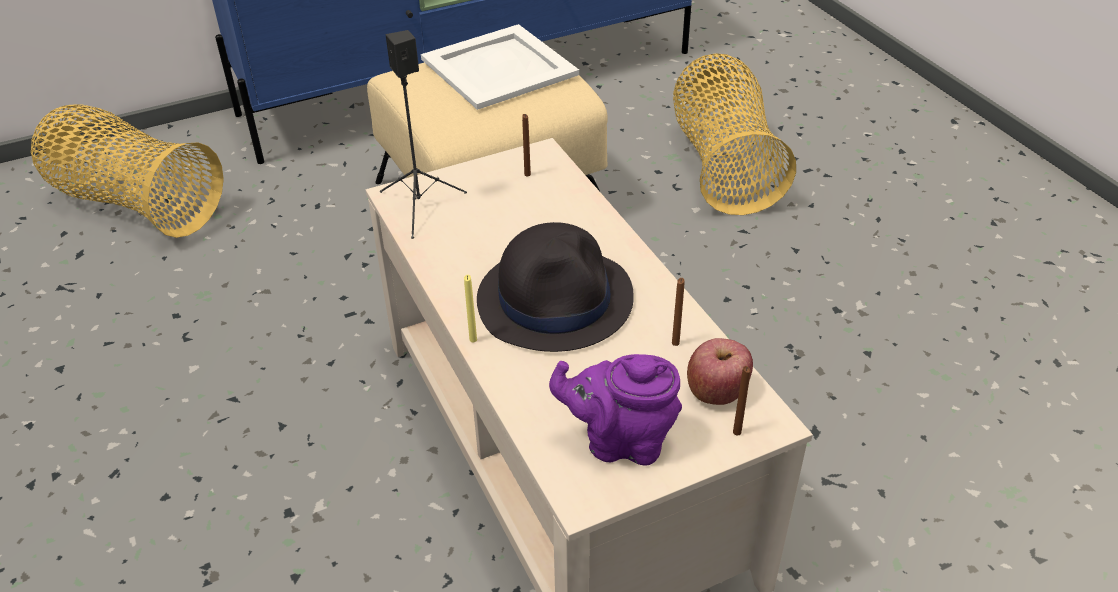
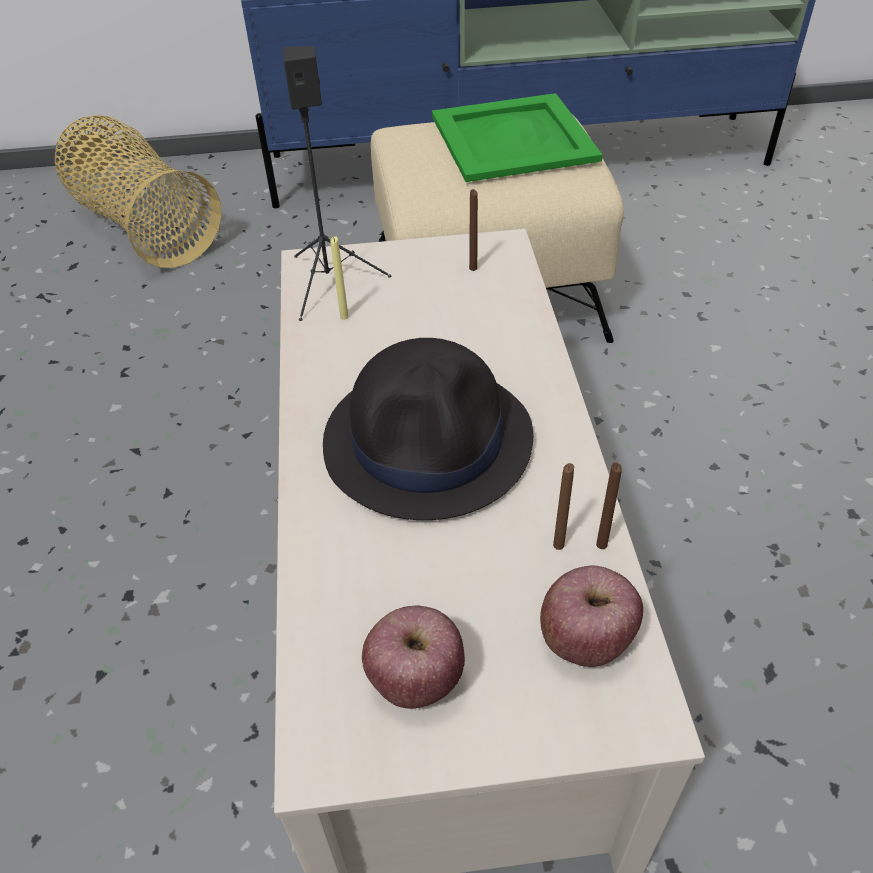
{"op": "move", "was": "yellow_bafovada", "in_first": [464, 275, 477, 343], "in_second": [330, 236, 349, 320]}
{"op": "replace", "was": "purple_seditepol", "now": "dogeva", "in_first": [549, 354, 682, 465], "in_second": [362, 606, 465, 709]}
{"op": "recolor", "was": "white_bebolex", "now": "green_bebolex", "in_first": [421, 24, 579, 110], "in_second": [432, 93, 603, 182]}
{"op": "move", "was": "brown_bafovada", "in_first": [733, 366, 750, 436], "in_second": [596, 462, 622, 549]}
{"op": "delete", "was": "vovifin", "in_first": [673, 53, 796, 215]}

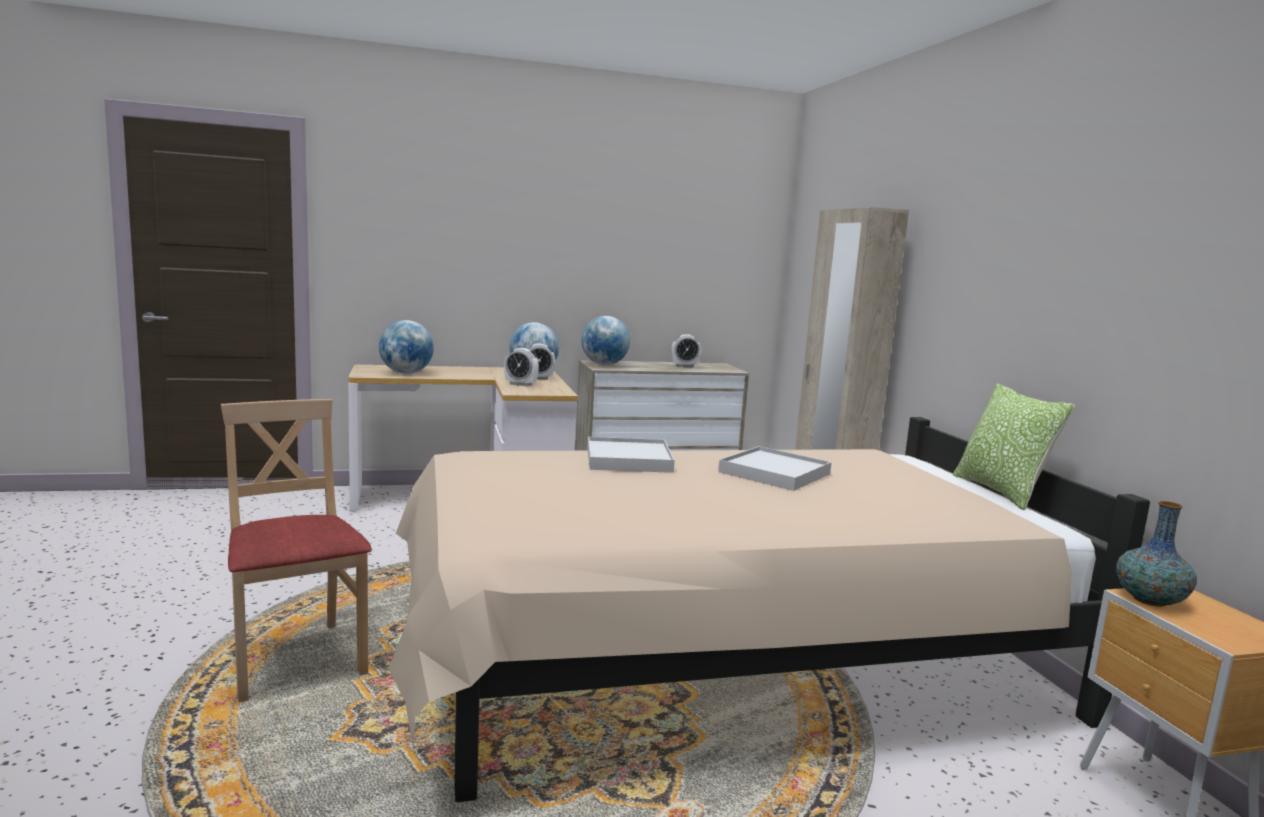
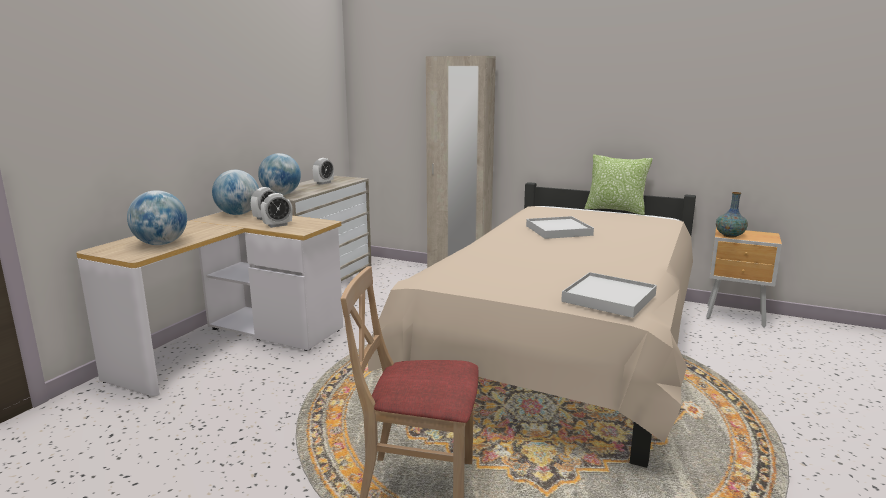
{"op": "move", "was": "white_bebolex", "in_first": [588, 437, 675, 473], "in_second": [561, 272, 657, 318]}

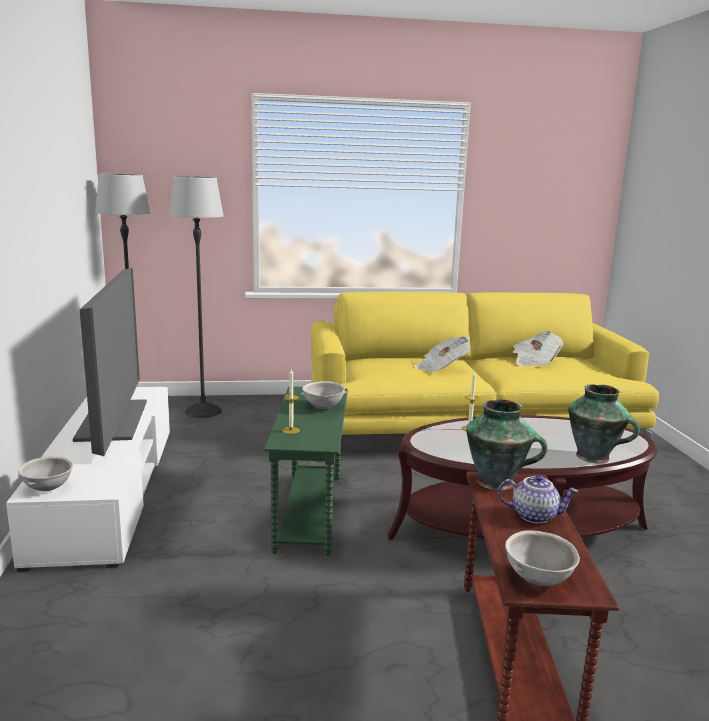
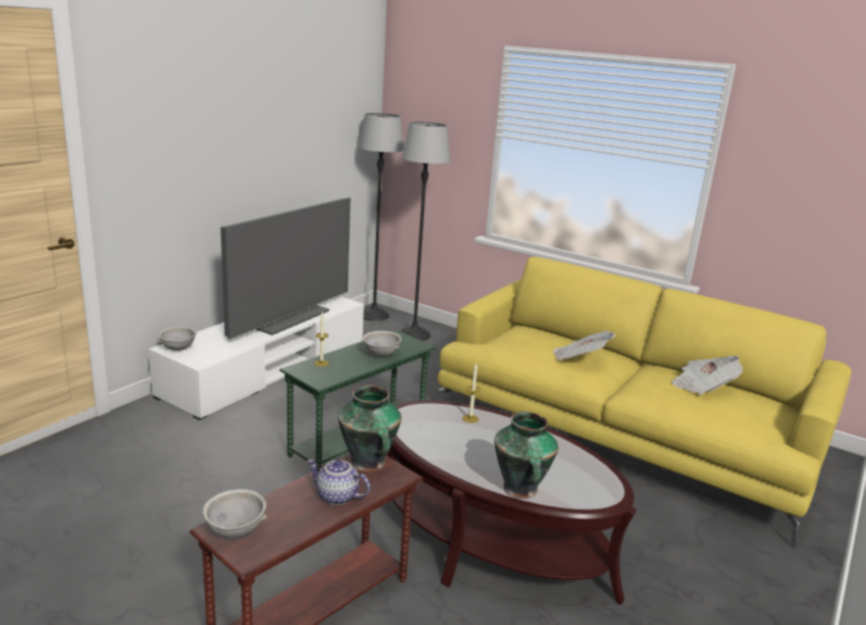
{"op": "rotate", "was": "seditepol", "in_first": [498, 474, 578, 524], "in_second": [307, 459, 370, 505], "clockwise": 150}

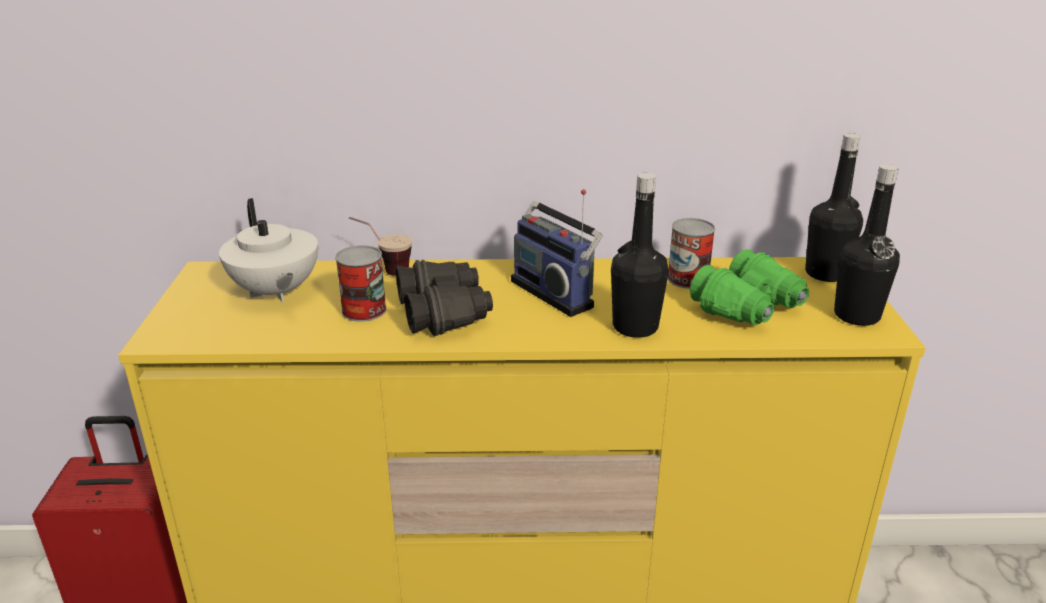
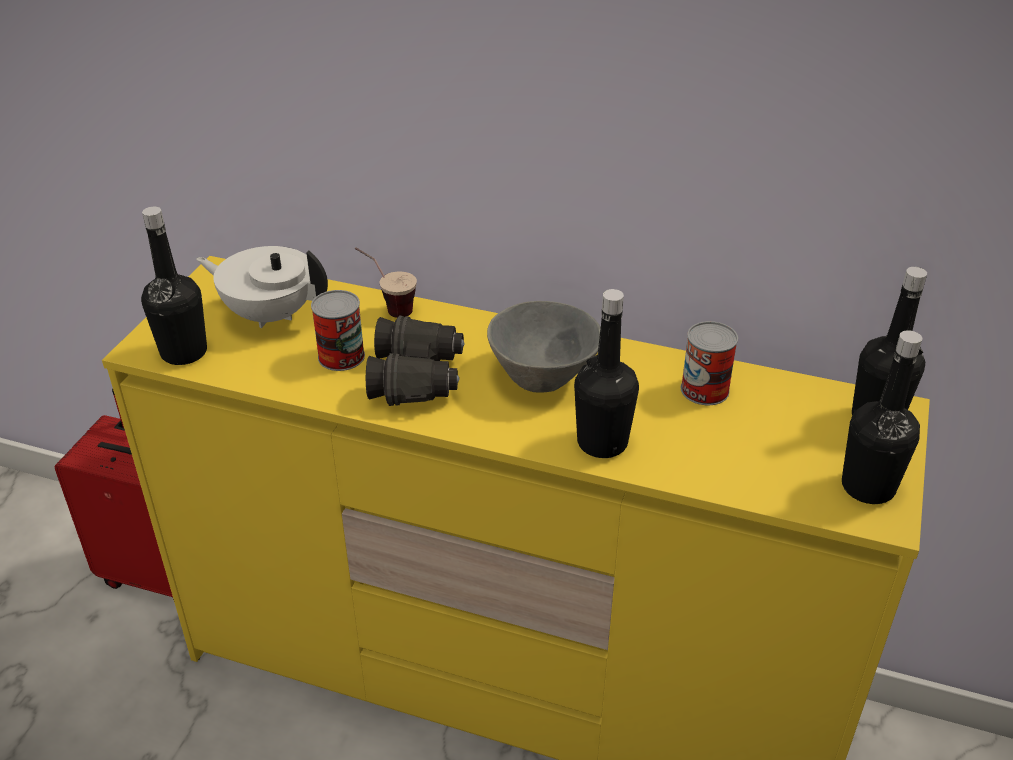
{"op": "insert", "now": "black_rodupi", "in_second": [141, 207, 207, 365]}
{"op": "rotate", "was": "white_seditepol", "in_first": [219, 198, 318, 302], "in_second": [196, 246, 328, 328], "clockwise": 120}
{"op": "replace", "was": "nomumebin", "now": "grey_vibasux", "in_first": [511, 189, 603, 317], "in_second": [487, 301, 601, 393]}
{"op": "delete", "was": "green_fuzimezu", "in_first": [690, 249, 809, 325]}

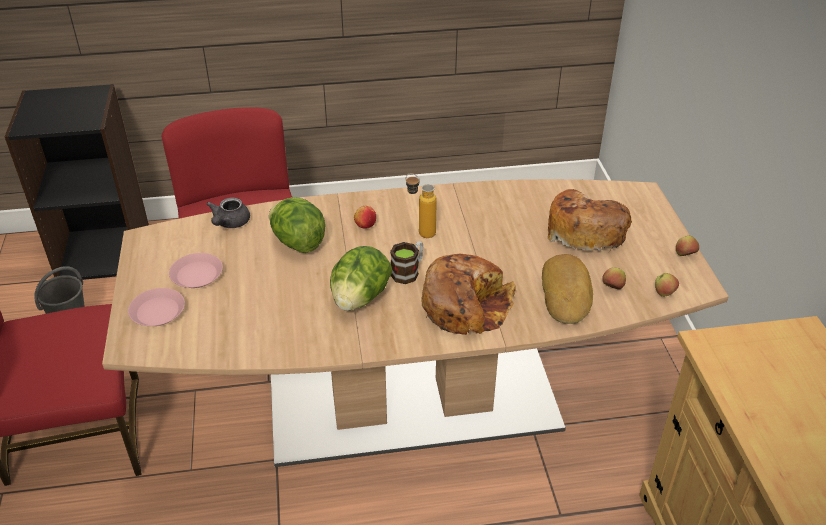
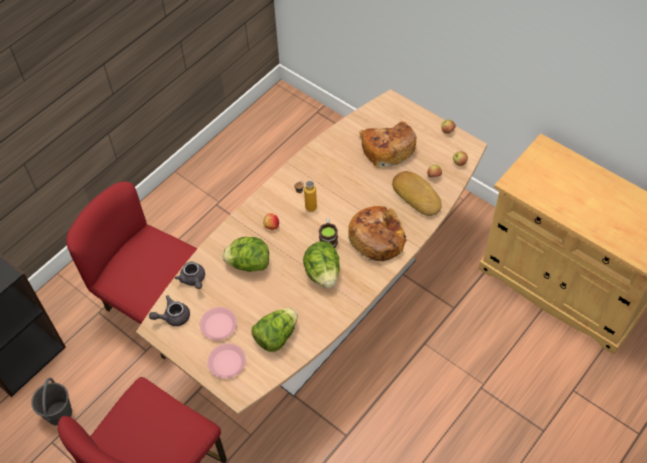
{"op": "insert", "now": "grey_seditepol", "in_second": [149, 295, 190, 326]}
{"op": "insert", "now": "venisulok", "in_second": [251, 308, 298, 352]}

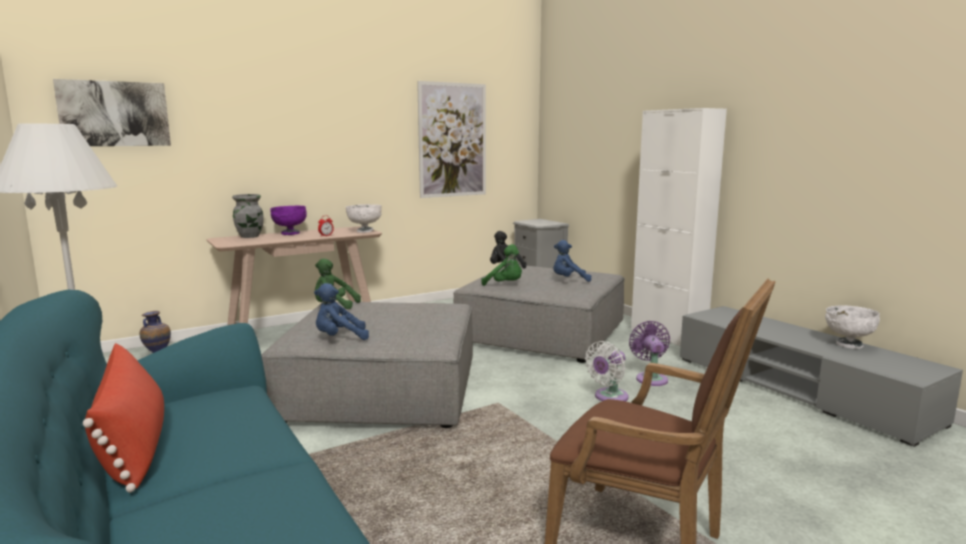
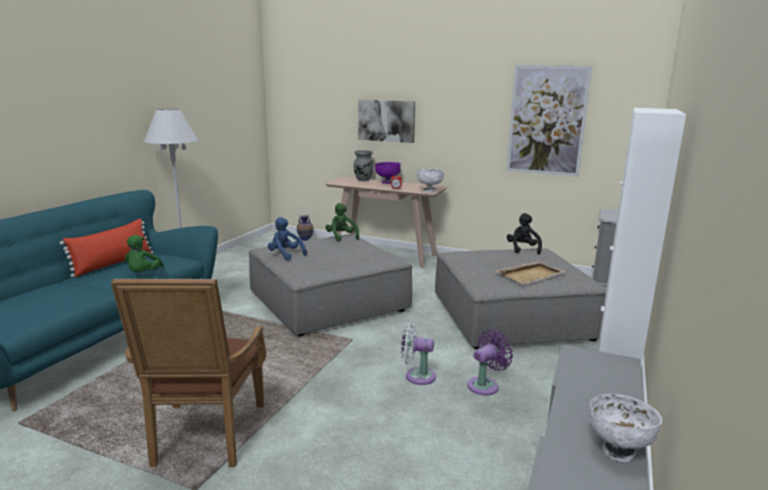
{"op": "move", "was": "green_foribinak", "in_first": [481, 244, 522, 286], "in_second": [125, 235, 164, 272]}
{"op": "move", "was": "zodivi", "in_first": [53, 79, 171, 146], "in_second": [358, 99, 415, 143]}
{"op": "replace", "was": "blue_foribinak", "now": "beige_bebolex", "in_first": [553, 240, 591, 282], "in_second": [496, 261, 565, 285]}

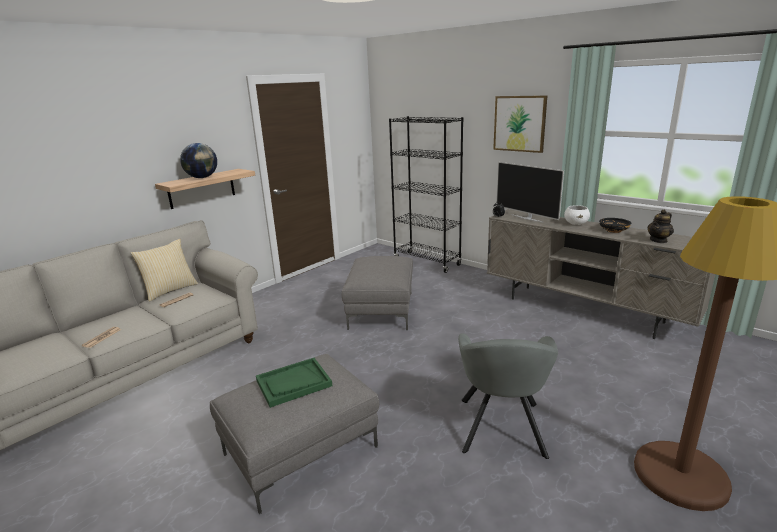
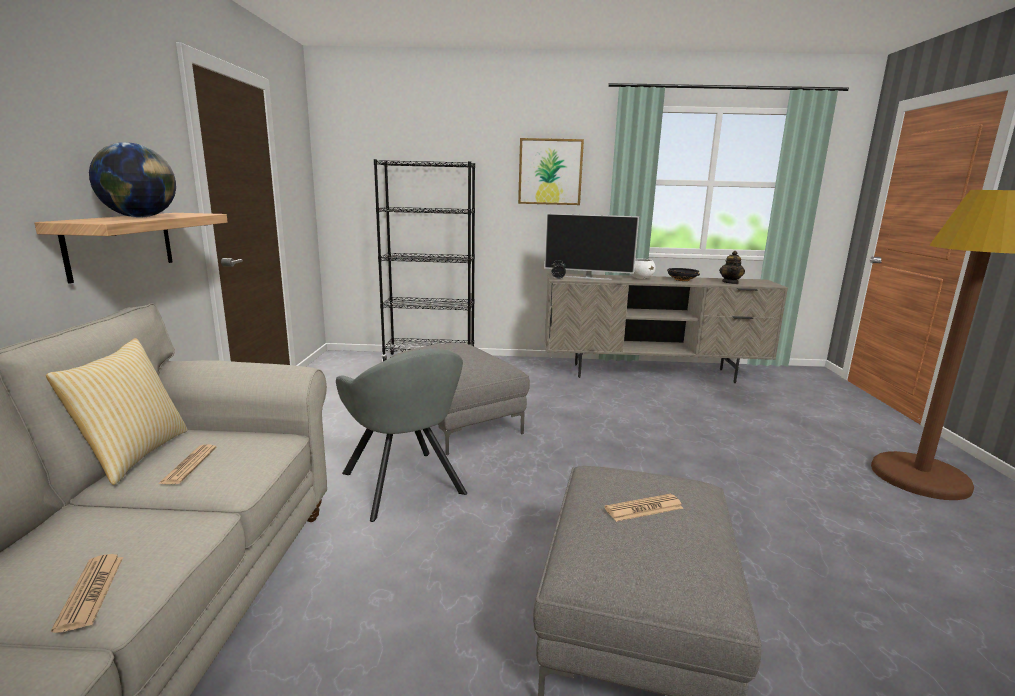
{"op": "move", "was": "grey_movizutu", "in_first": [458, 333, 558, 459], "in_second": [336, 349, 467, 522]}
{"op": "replace", "was": "green_bebolex", "now": "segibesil", "in_first": [256, 358, 332, 408], "in_second": [605, 494, 684, 522]}

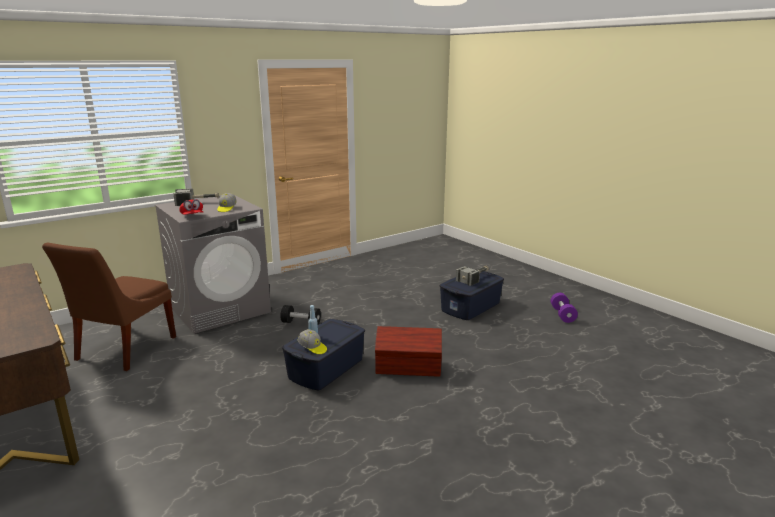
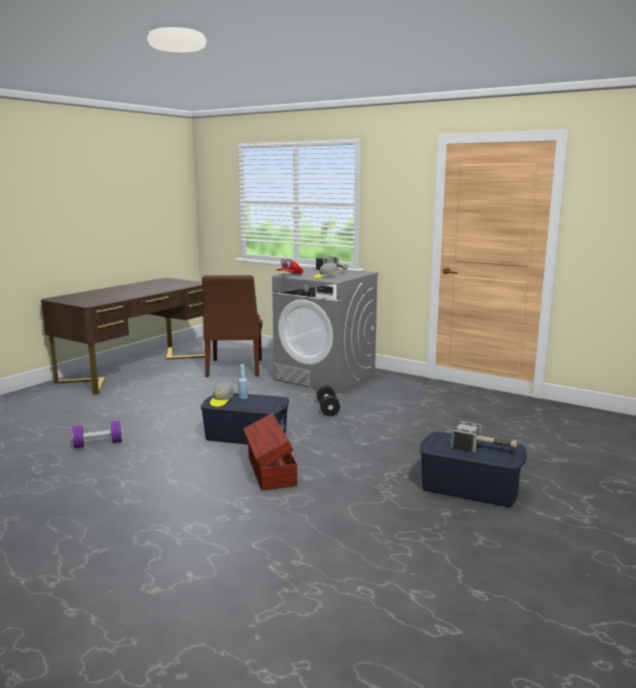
{"op": "move", "was": "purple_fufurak", "in_first": [551, 293, 578, 323], "in_second": [72, 421, 122, 448]}
{"op": "rotate", "was": "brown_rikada", "in_first": [42, 243, 176, 371], "in_second": [202, 275, 262, 377], "clockwise": -90}

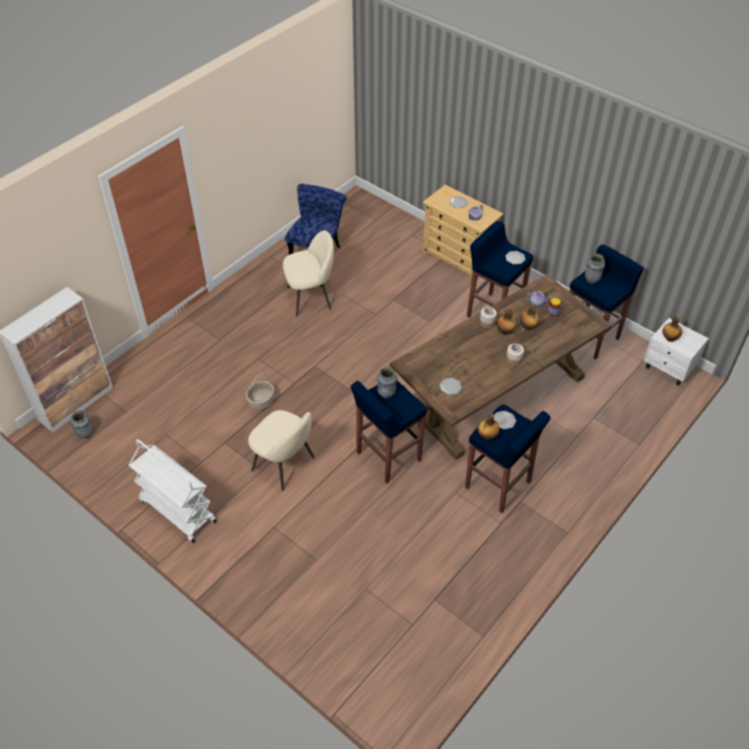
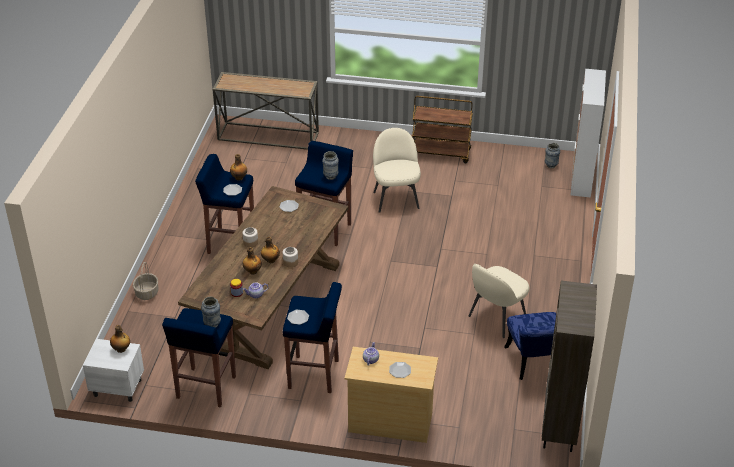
{"op": "move", "was": "vovifin", "in_first": [246, 373, 274, 410], "in_second": [133, 262, 158, 300]}
{"op": "insert", "now": "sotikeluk", "in_second": [212, 72, 319, 150]}
{"op": "rotate", "was": "beige_rikada", "in_first": [248, 410, 315, 491], "in_second": [373, 128, 421, 213], "clockwise": 75}
{"op": "recolor", "was": "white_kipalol", "now": "brown_kipalol", "in_first": [129, 439, 217, 543], "in_second": [412, 96, 473, 163]}
{"op": "insert", "now": "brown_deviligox", "in_second": [542, 281, 597, 452]}

